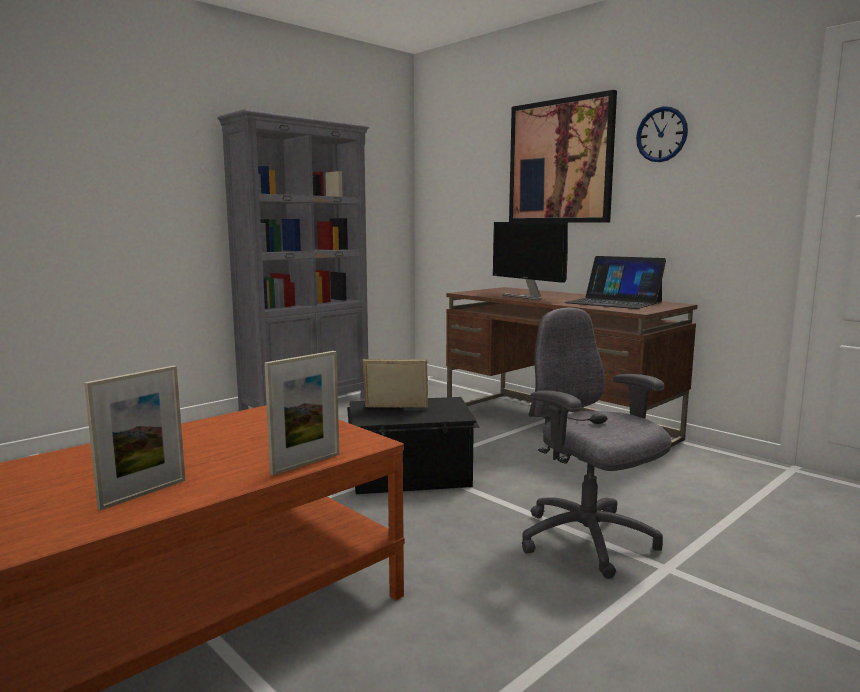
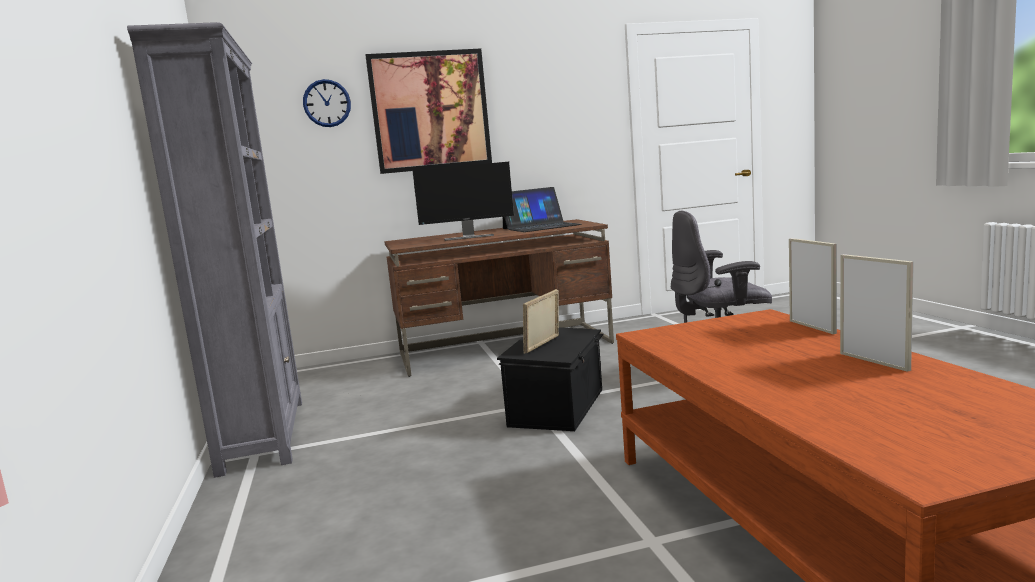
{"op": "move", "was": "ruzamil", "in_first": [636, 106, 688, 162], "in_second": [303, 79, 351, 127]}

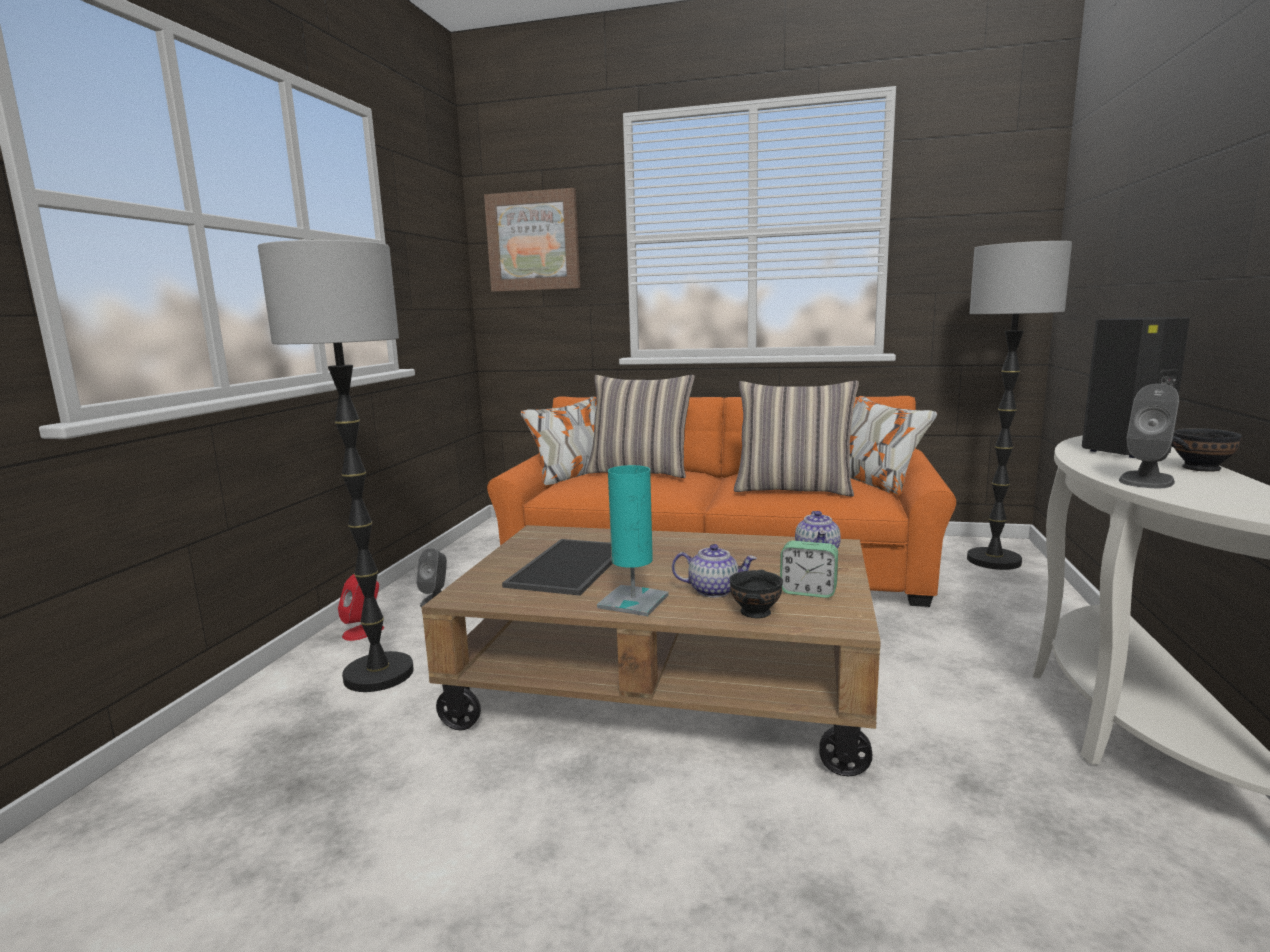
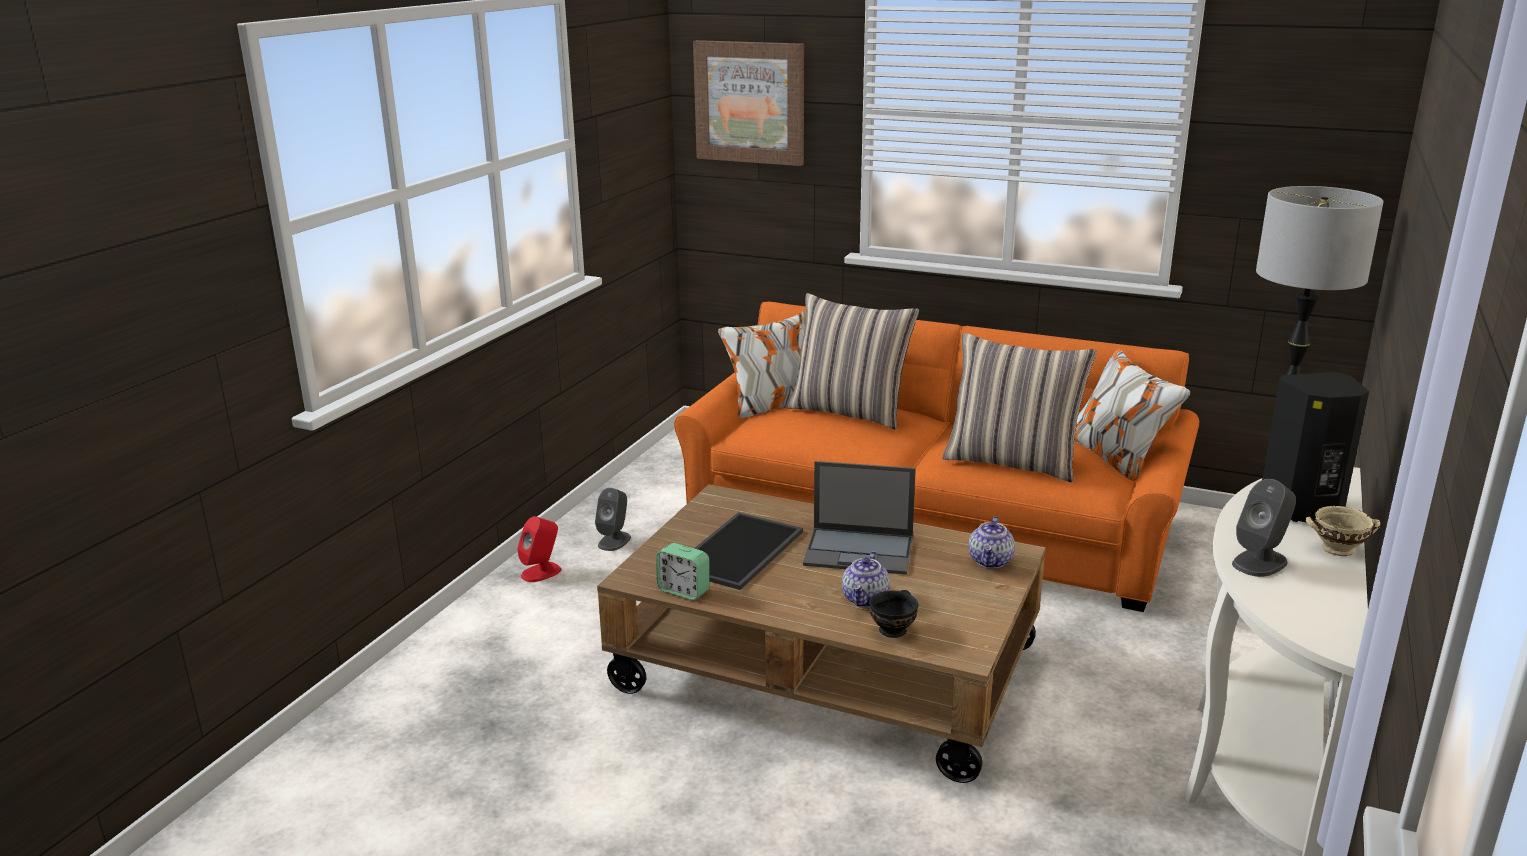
{"op": "move", "was": "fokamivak", "in_first": [780, 541, 838, 598], "in_second": [656, 543, 710, 600]}
{"op": "insert", "now": "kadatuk", "in_second": [803, 461, 916, 575]}
{"op": "rotate", "was": "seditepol", "in_first": [672, 544, 757, 598], "in_second": [842, 551, 890, 607], "clockwise": 90}
{"op": "recolor", "was": "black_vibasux", "now": "beige_vibasux", "in_first": [1172, 428, 1242, 472], "in_second": [1306, 506, 1380, 556]}
{"op": "delete", "was": "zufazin", "in_first": [258, 240, 414, 692]}
{"op": "delete", "was": "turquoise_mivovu", "in_first": [597, 465, 669, 616]}

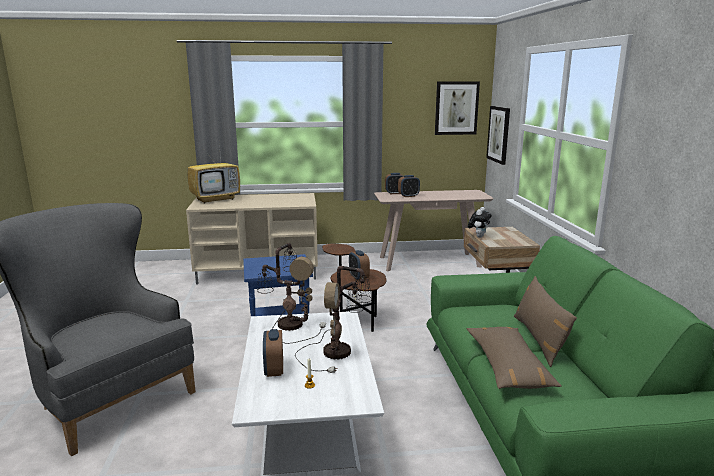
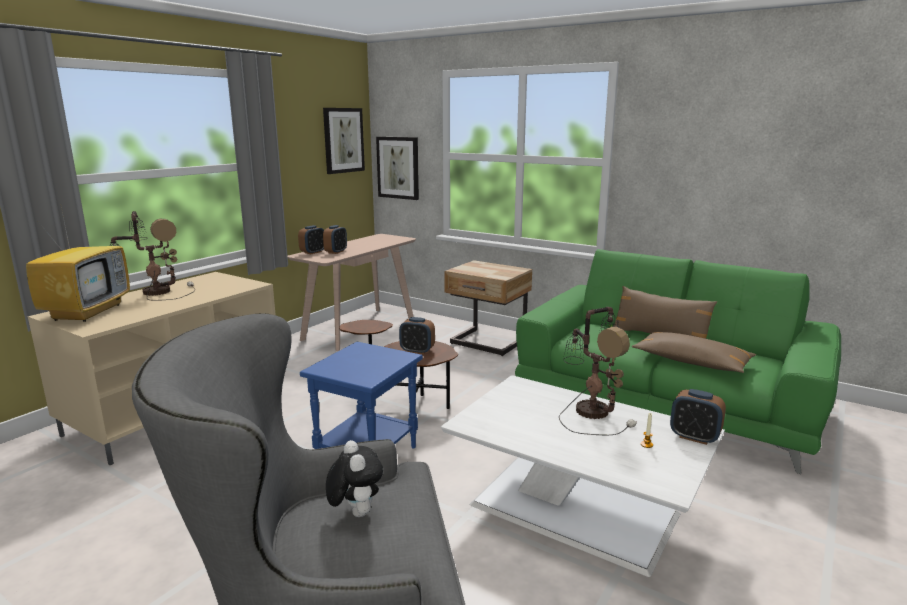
{"op": "move", "was": "mivovu", "in_first": [257, 243, 326, 344], "in_second": [109, 211, 195, 301]}
{"op": "move", "was": "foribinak", "in_first": [468, 207, 492, 238], "in_second": [326, 440, 383, 517]}
{"op": "move", "was": "fokamivak", "in_first": [263, 329, 283, 377], "in_second": [670, 389, 726, 445]}

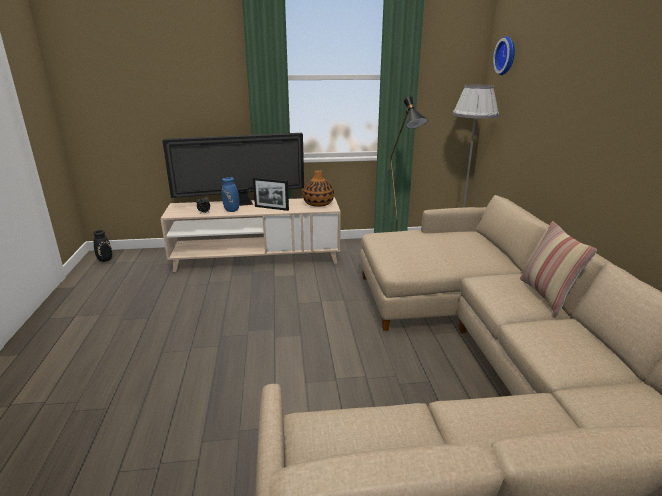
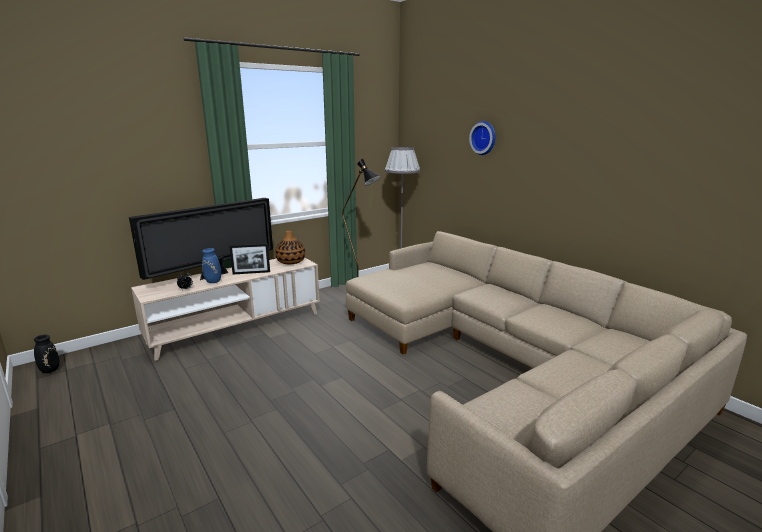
{"op": "move", "was": "ruzamil", "in_first": [493, 36, 515, 75], "in_second": [469, 121, 496, 155]}
{"op": "delete", "was": "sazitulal", "in_first": [520, 221, 597, 315]}

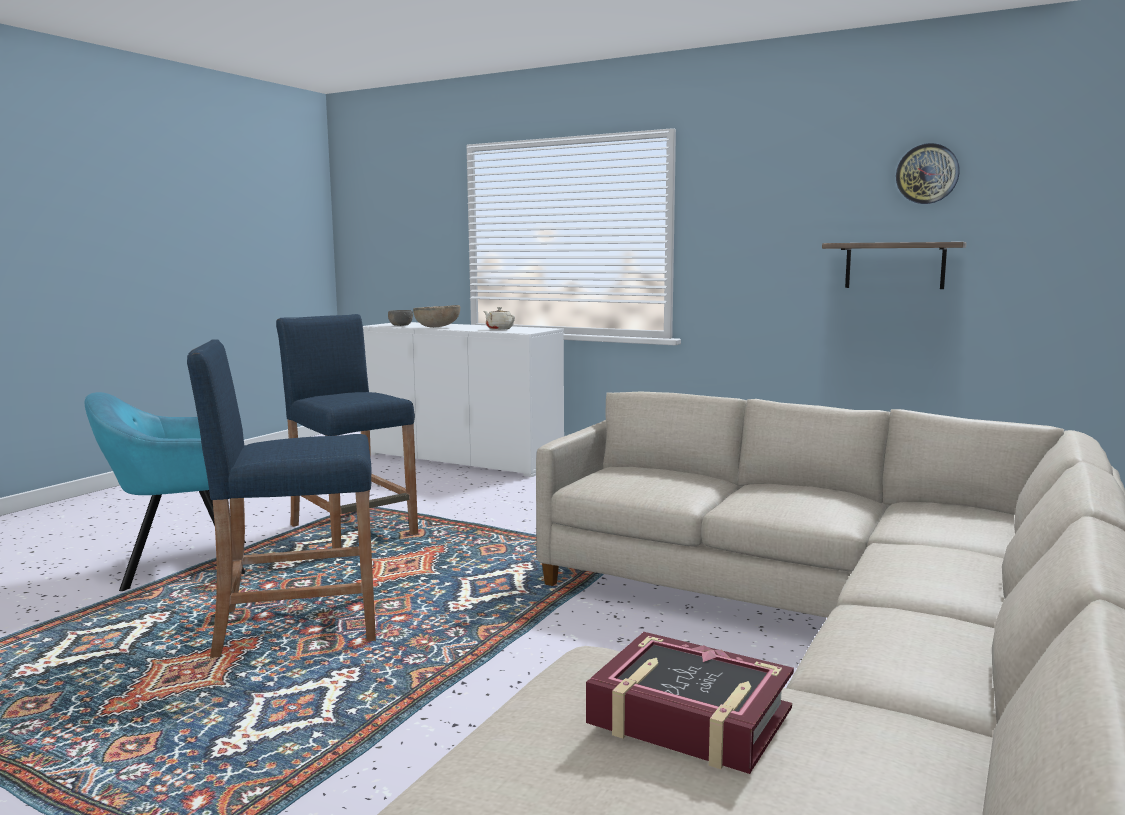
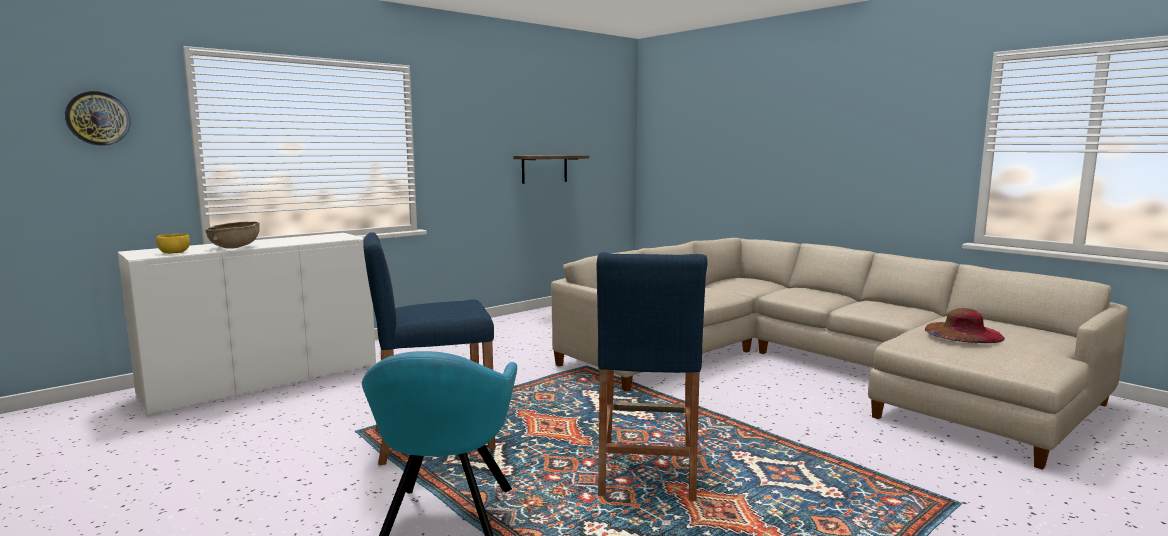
{"op": "move", "was": "ruzamil", "in_first": [896, 143, 960, 204], "in_second": [65, 91, 130, 146]}
{"op": "recolor", "was": "grey_vibasux", "now": "yellow_vibasux", "in_first": [388, 310, 413, 326], "in_second": [156, 234, 190, 254]}
{"op": "replace", "was": "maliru", "now": "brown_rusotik", "in_first": [586, 632, 794, 774], "in_second": [925, 308, 1005, 343]}
{"op": "delete", "was": "beige_seditepol", "in_first": [484, 307, 515, 330]}

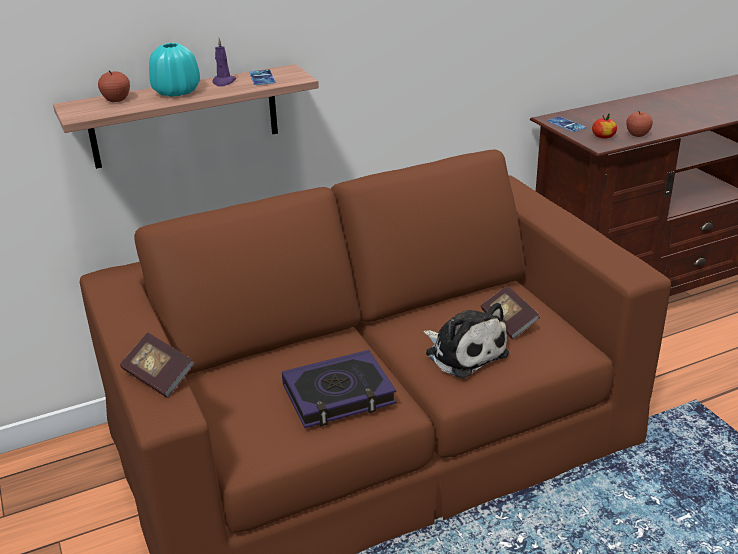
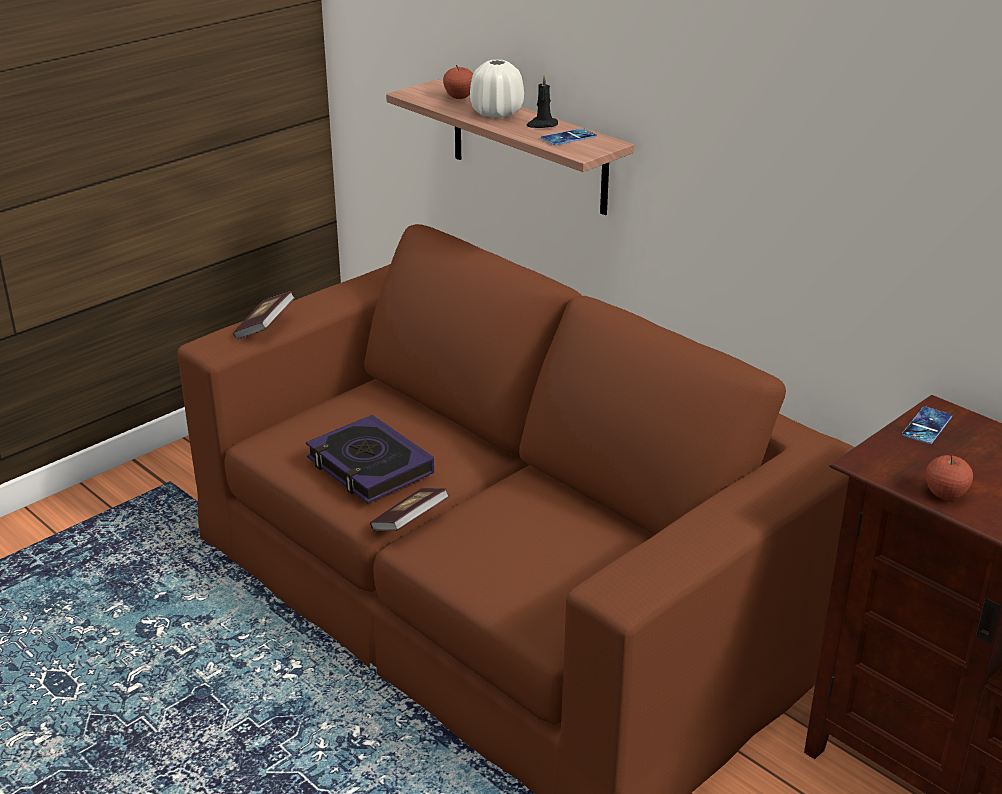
{"op": "move", "was": "maliru", "in_first": [481, 286, 540, 339], "in_second": [370, 488, 450, 531]}
{"op": "recolor", "was": "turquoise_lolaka", "now": "white_lolaka", "in_first": [149, 43, 200, 97], "in_second": [470, 59, 524, 118]}
{"op": "recolor", "was": "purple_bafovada", "now": "black_bafovada", "in_first": [212, 38, 236, 87], "in_second": [526, 75, 558, 128]}
{"op": "delete", "was": "foribinak", "in_first": [423, 303, 509, 379]}
{"op": "delete", "was": "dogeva", "in_first": [592, 114, 617, 139]}

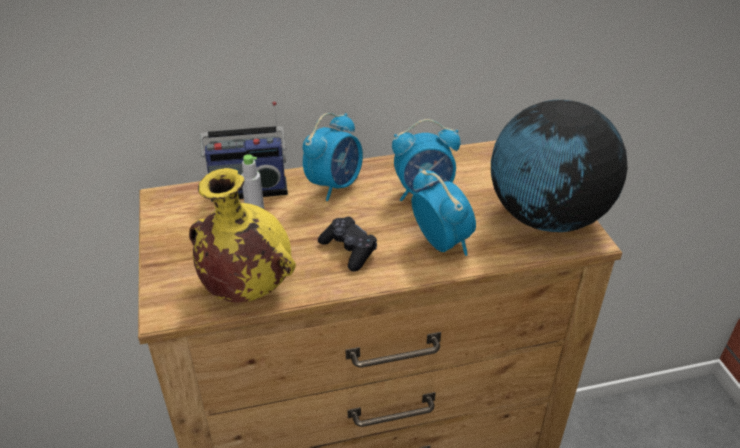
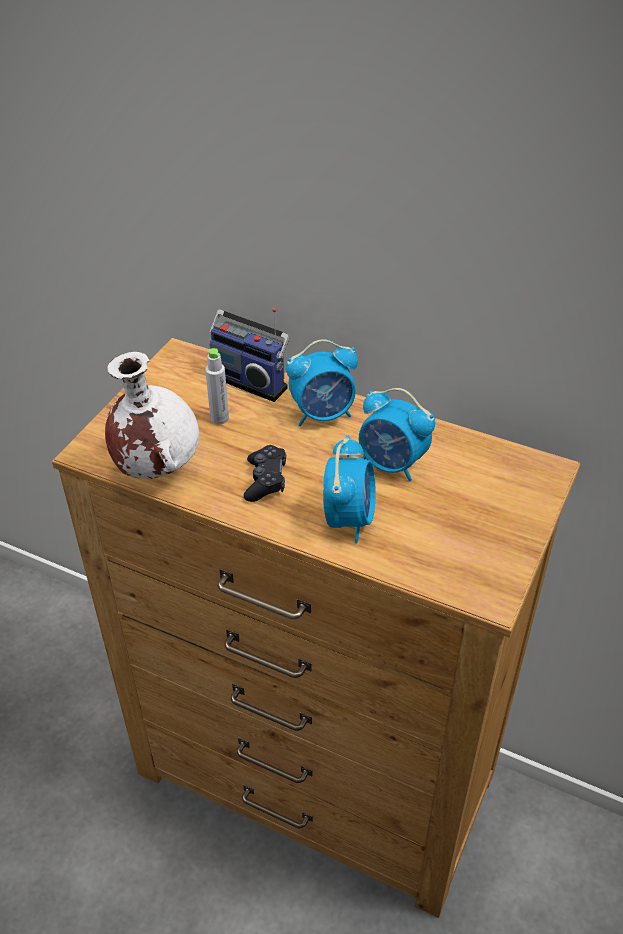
{"op": "recolor", "was": "yellow_lolaka", "now": "white_lolaka", "in_first": [189, 168, 296, 303], "in_second": [105, 352, 199, 479]}
{"op": "delete", "was": "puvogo", "in_first": [491, 100, 628, 232]}

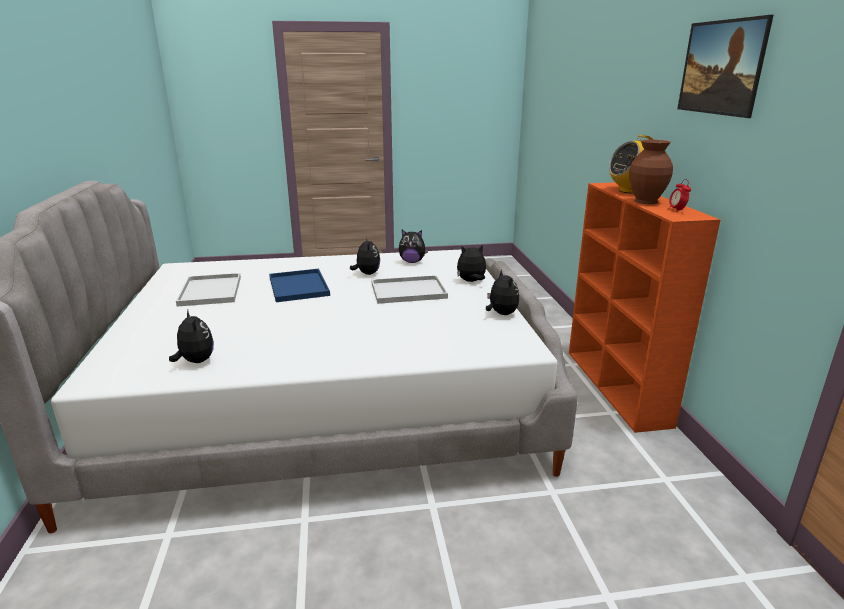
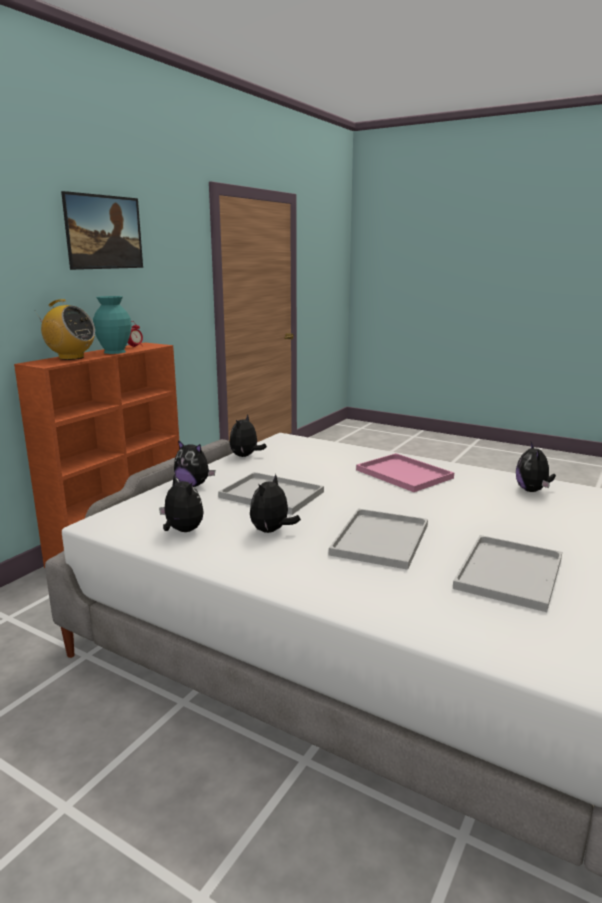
{"op": "recolor", "was": "brown_lolaka", "now": "turquoise_lolaka", "in_first": [629, 140, 673, 204], "in_second": [93, 296, 132, 354]}
{"op": "recolor", "was": "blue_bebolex", "now": "white_bebolex", "in_first": [269, 269, 330, 302], "in_second": [329, 508, 428, 570]}
{"op": "insert", "now": "pink_bebolex", "in_second": [356, 453, 454, 492]}

